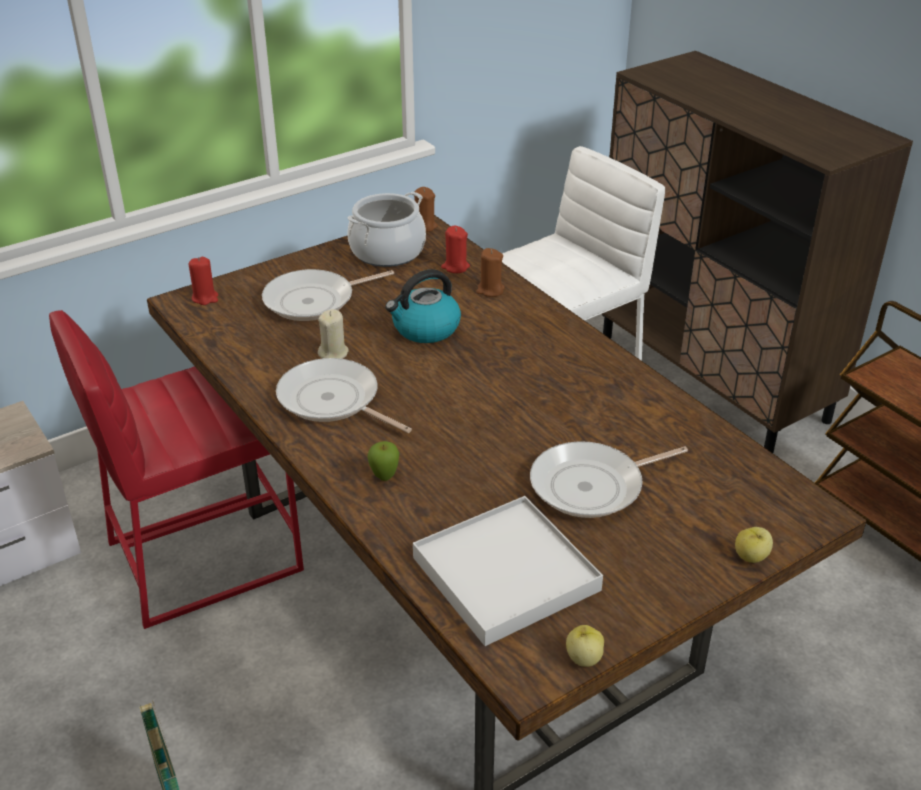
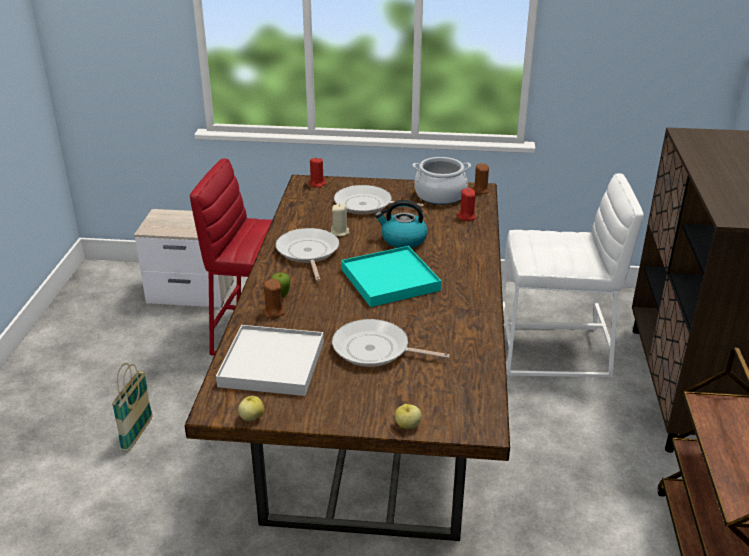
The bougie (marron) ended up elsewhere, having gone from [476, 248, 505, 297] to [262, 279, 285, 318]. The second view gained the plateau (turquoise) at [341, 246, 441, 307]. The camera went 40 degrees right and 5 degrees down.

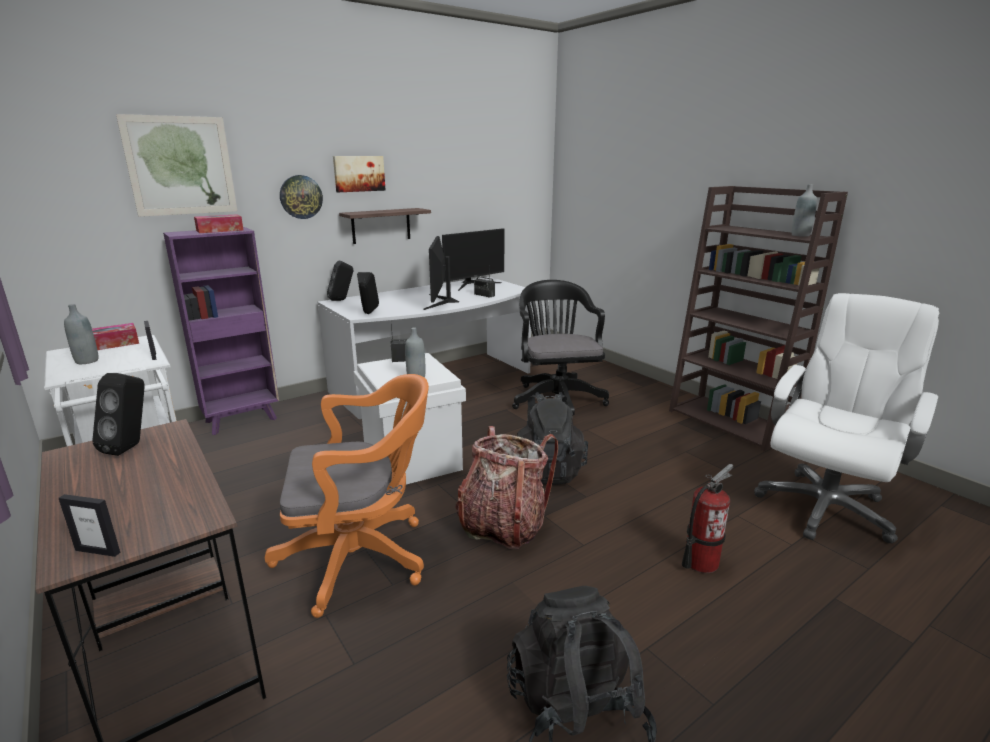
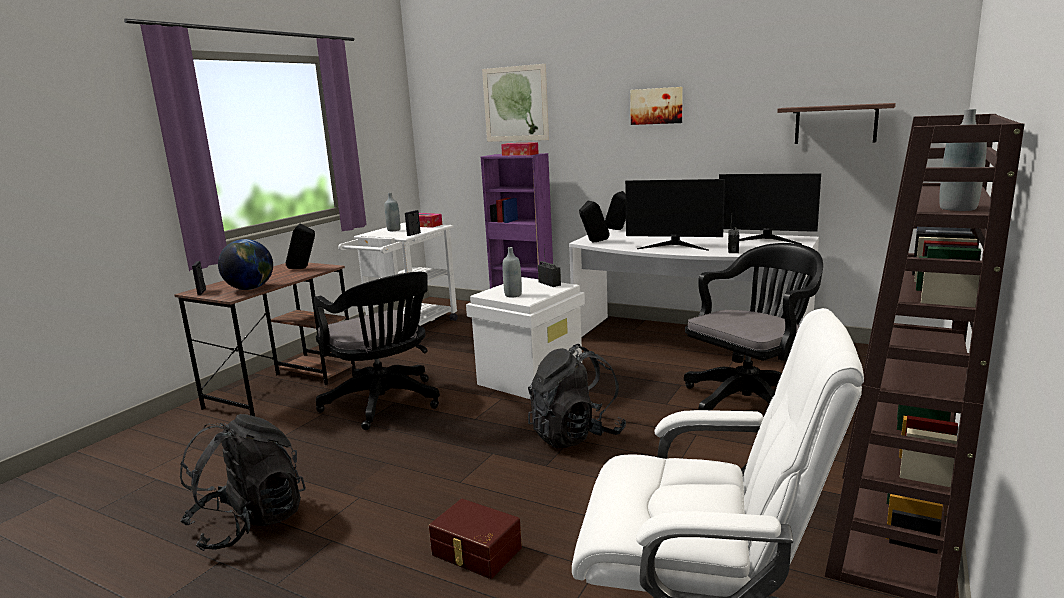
What was the chaise de bureau (orange) at [265, 374, 429, 618] turned into the chaise de bureau (noir) at [314, 272, 440, 430]. The second view lost the horloge murale at [280, 175, 323, 219]. The étagère ended up elsewhere, having gone from [339, 208, 431, 244] to [777, 103, 896, 144]. The écran d'ordinateur at [423, 236, 459, 310] ended up facing another way, 135 degrees counterclockwise from before. The second view lost the sac à dos at [455, 426, 558, 549]. Where the extincteur stood at [682, 464, 733, 573], the boîte de rangement (marron) came to stand at [429, 499, 522, 579]. The second view gained the globe at [218, 239, 273, 290]. The camera went 65 degrees right and 5 degrees down.

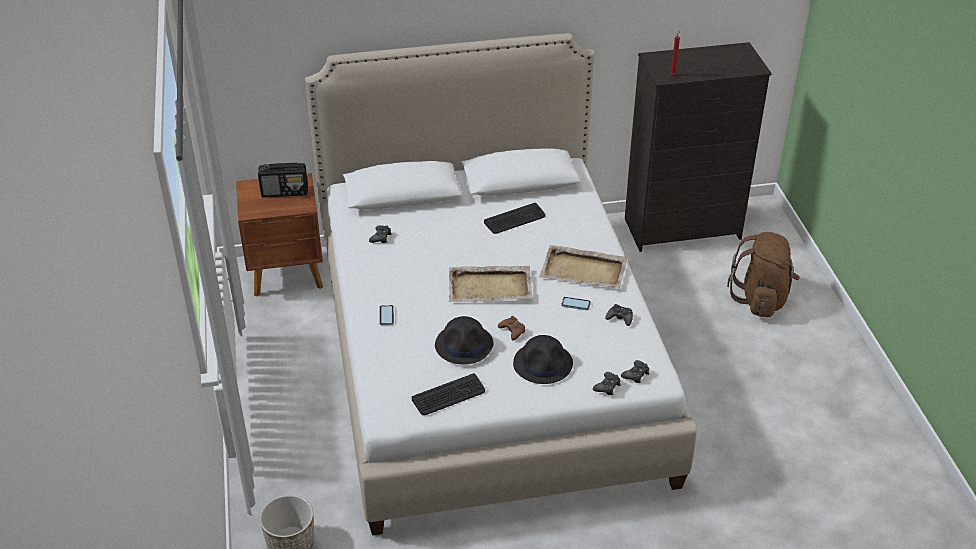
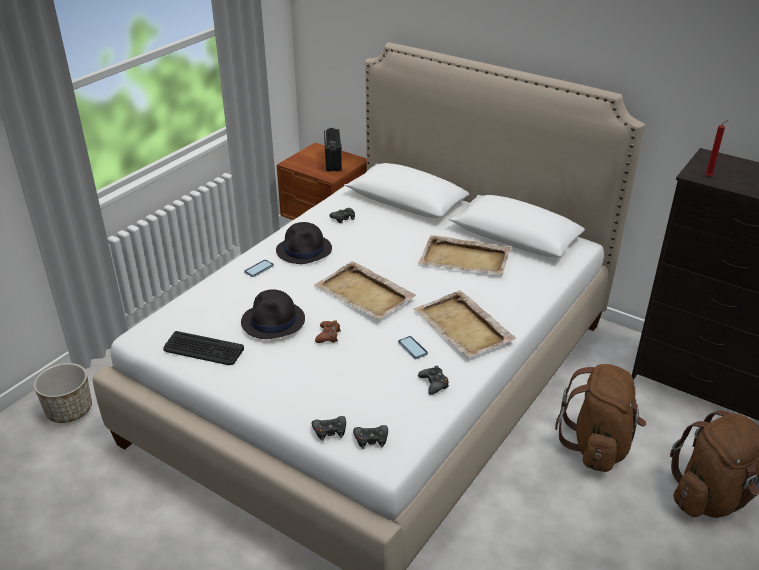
The radio at [258, 162, 308, 198] ended up facing another way, 135 degrees counterclockwise from before. Where the clavier stood at [484, 203, 545, 234], the plateau (beige) came to stand at [418, 235, 511, 275]. The chapeau (noir) ended up elsewhere, having gone from [513, 335, 573, 384] to [276, 222, 332, 264]. The second view gained the sac à dos (marron) at [555, 364, 646, 472]. The camera went 45 degrees right and 5 degrees down.

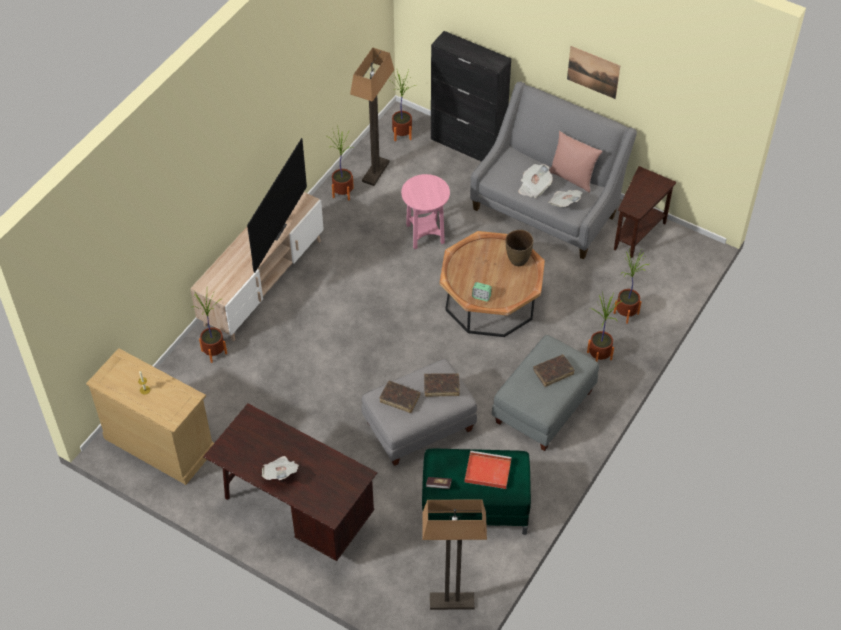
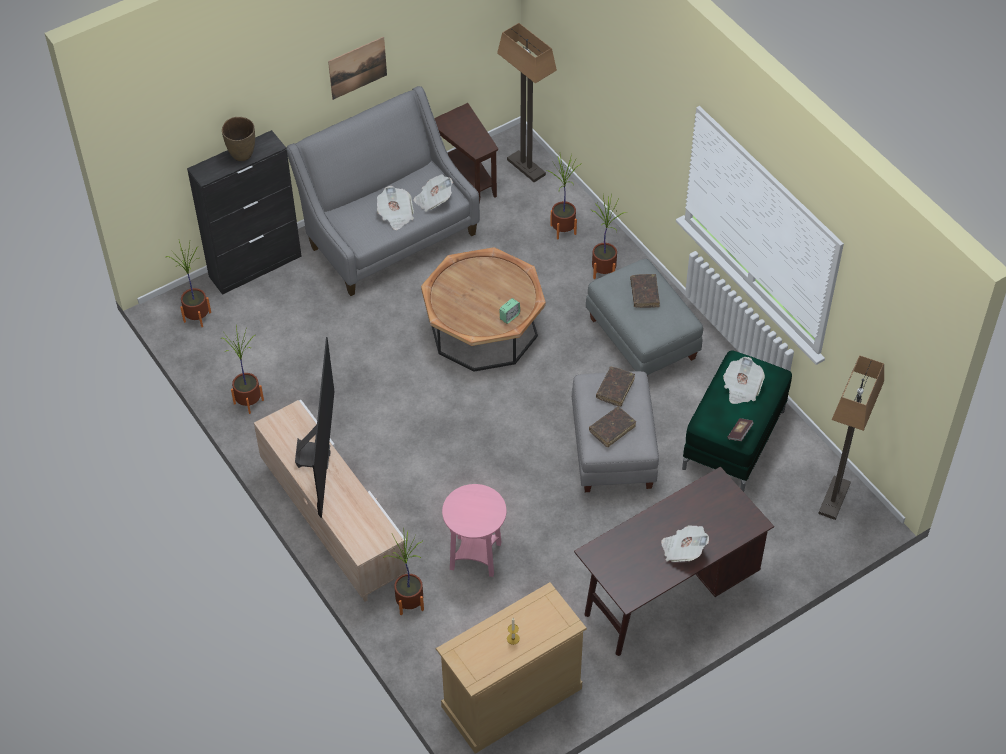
The téléviseur at [247, 138, 307, 273] ended up facing another way, 45 degrees clockwise from before. The lampadaire ended up elsewhere, having gone from [350, 48, 394, 186] to [497, 23, 557, 182]. The table d'appoint (rose) ended up elsewhere, having gone from [401, 174, 450, 249] to [442, 484, 506, 577]. Where the plateau (rouge) stood at [465, 451, 511, 489], the journal came to stand at [723, 357, 765, 404]. The vase (marron) ended up elsewhere, having gone from [505, 230, 533, 266] to [222, 117, 255, 161]. The second view lost the coussin (rose) at [549, 131, 602, 193]. The camera went 65 degrees left and 0 degrees up.

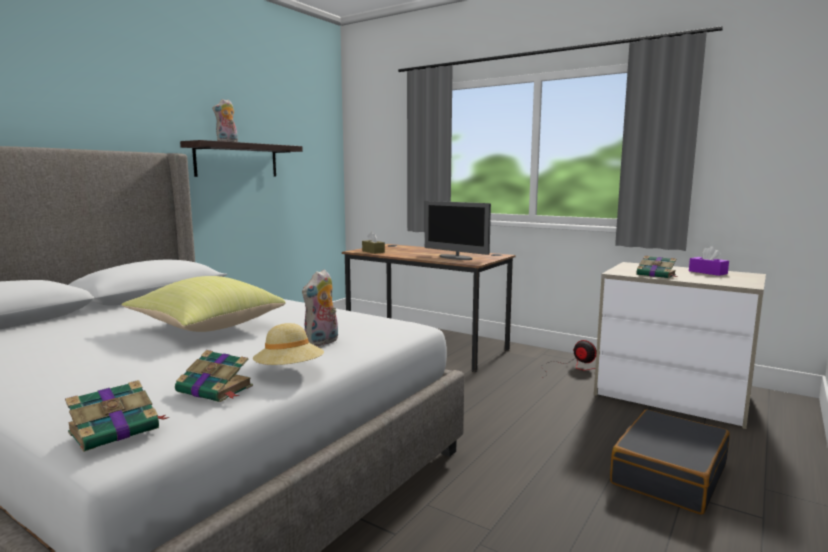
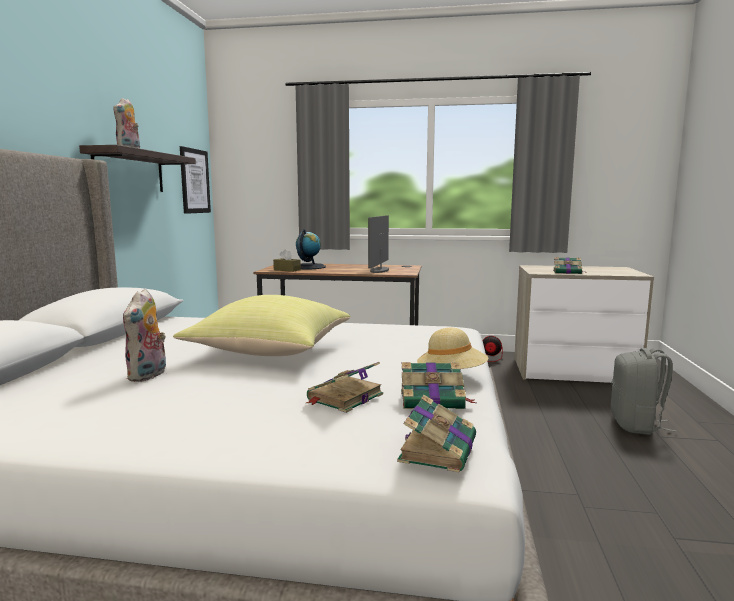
The peluche ended up elsewhere, having gone from [302, 269, 338, 346] to [123, 289, 166, 382]. The écran d'ordinateur at [425, 201, 491, 260] ended up facing another way, 90 degrees clockwise from before. Where the valise (noir) stood at [610, 409, 730, 515], the sac à dos (gris) came to stand at [611, 348, 676, 435]. The second view lost the boîte à mouchoirs (violet) at [689, 246, 729, 276]. The second view gained the tableau at [180, 146, 211, 214]. The second view gained the globe at [296, 229, 326, 269]. The second view gained the livre at [306, 362, 383, 413]. The camera went 25 degrees left and 0 degrees up.

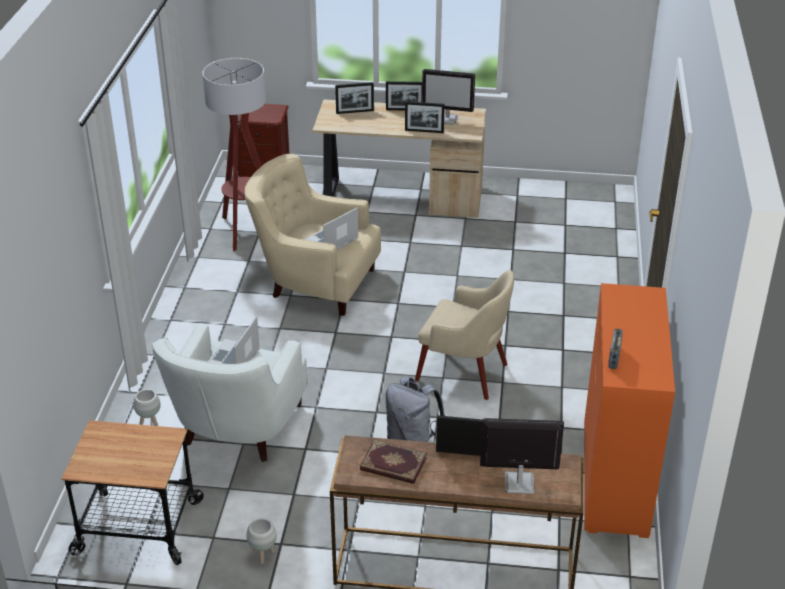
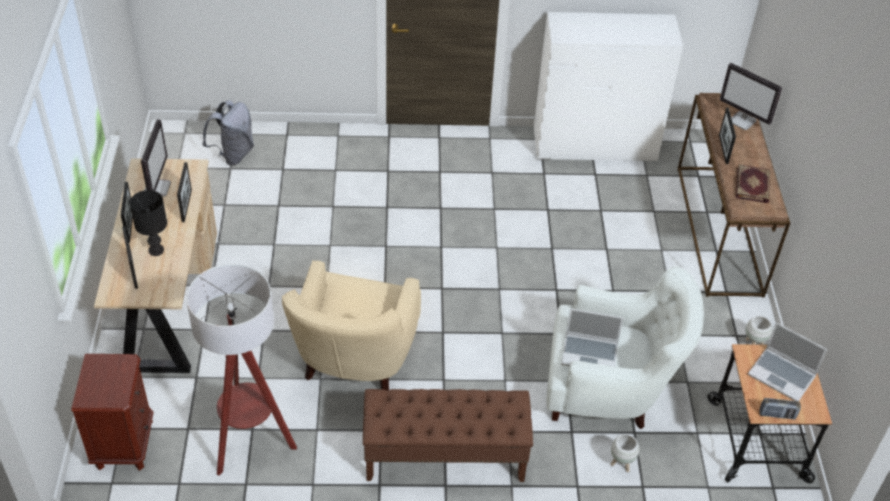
The ordinateur portable ended up elsewhere, having gone from [304, 207, 359, 250] to [748, 322, 827, 401]. The sac à dos (gris) ended up elsewhere, having gone from [385, 377, 445, 442] to [202, 100, 254, 165]. The second view lost the fauteuil (beige) at [415, 270, 514, 400]. The écran d'ordinateur at [480, 418, 564, 494] ended up facing another way, 45 degrees counterclockwise from before. What was the commode (orange) at [584, 283, 675, 538] turned into the commode (blanc) at [534, 12, 683, 161]. The radio ended up elsewhere, having gone from [608, 329, 623, 369] to [759, 398, 801, 419]. The second view gained the lampe de table (noir) at [130, 190, 167, 256]. The second view gained the banc (marron) at [363, 389, 533, 482]. The camera went 100 degrees left and 10 degrees up.

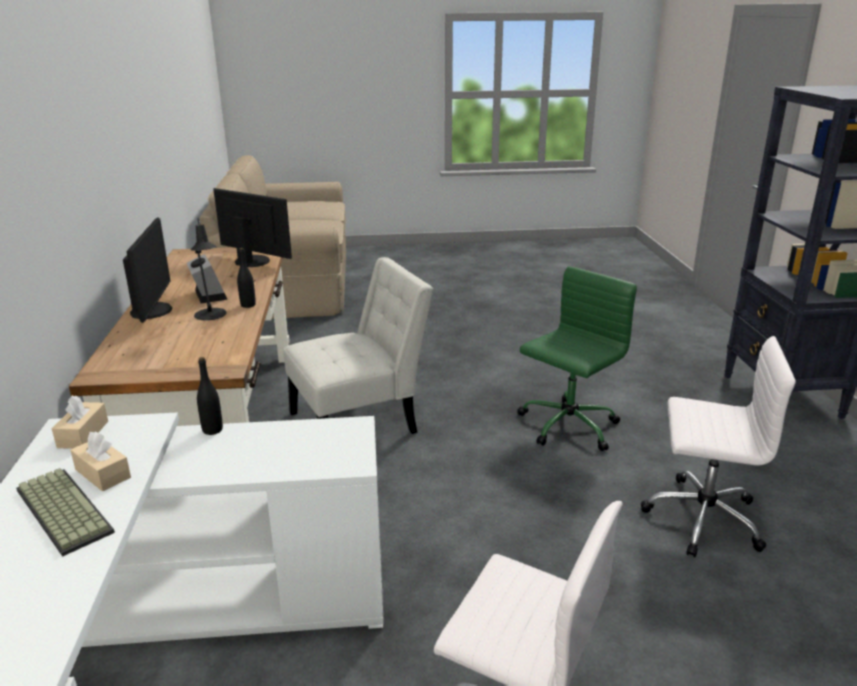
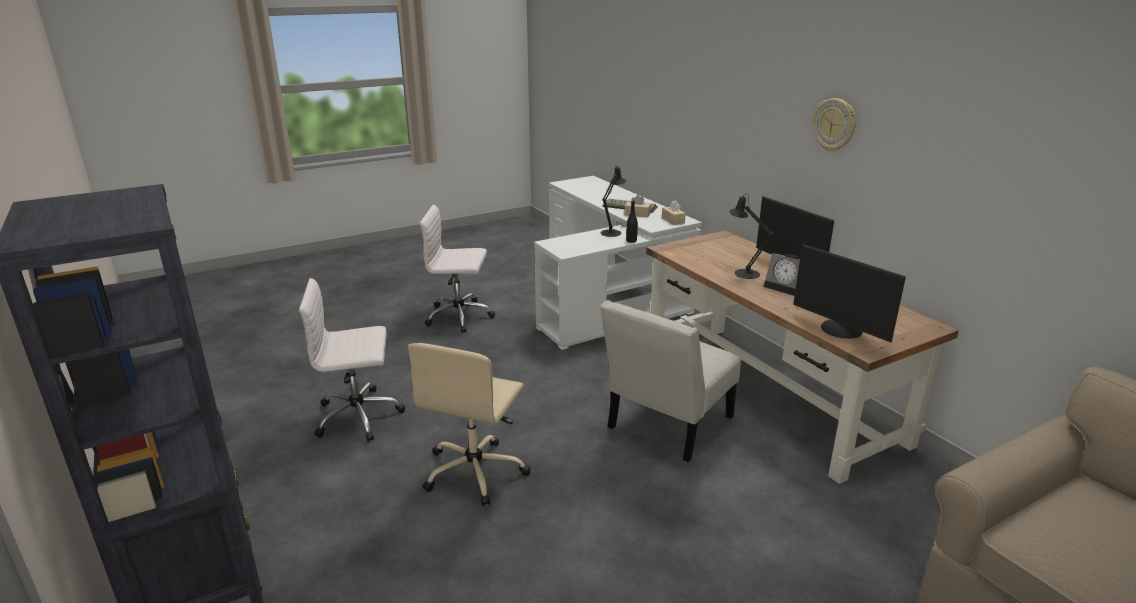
The écran d'ordinateur at [213, 188, 292, 267] ended up facing another way, 45 degrees clockwise from before. The second view lost the bouteille (noir) at [237, 248, 256, 308]. What was the chaise de bureau (vert) at [517, 267, 637, 451] turned into the chaise de bureau (beige) at [408, 343, 531, 506]. The second view gained the lampe de table (noir) at [600, 164, 626, 237]. The second view gained the horloge murale at [813, 98, 856, 152]. The camera went 155 degrees right and 0 degrees up.

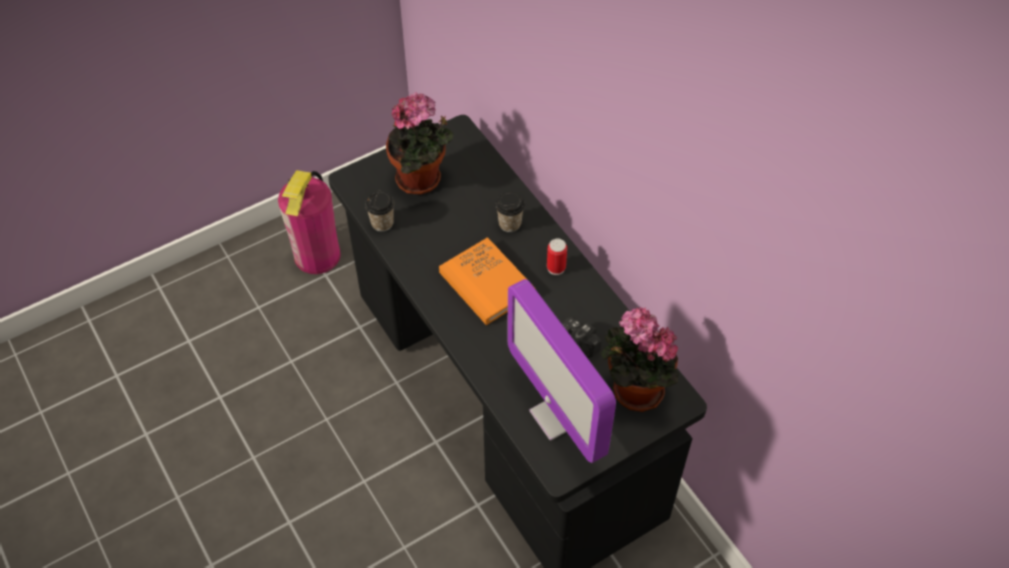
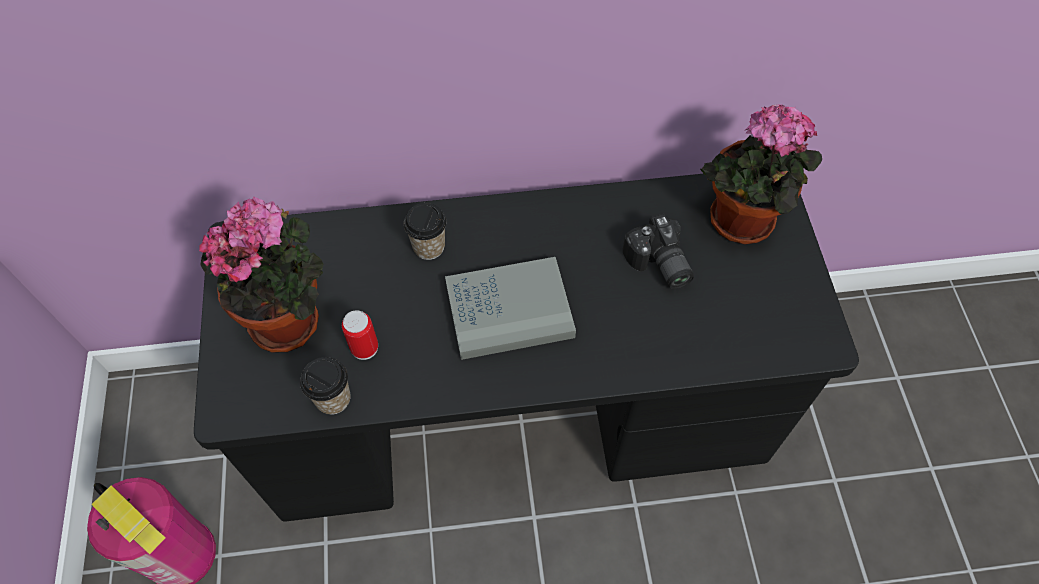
What was the livre (orange) at [439, 237, 536, 325] turned into the livre (gris) at [445, 257, 576, 360]. The second view lost the écran d'ordinateur at [508, 279, 616, 463]. The boîte métallique ended up elsewhere, having gone from [547, 238, 567, 275] to [342, 310, 378, 360]. The camera went 65 degrees left and 5 degrees up.

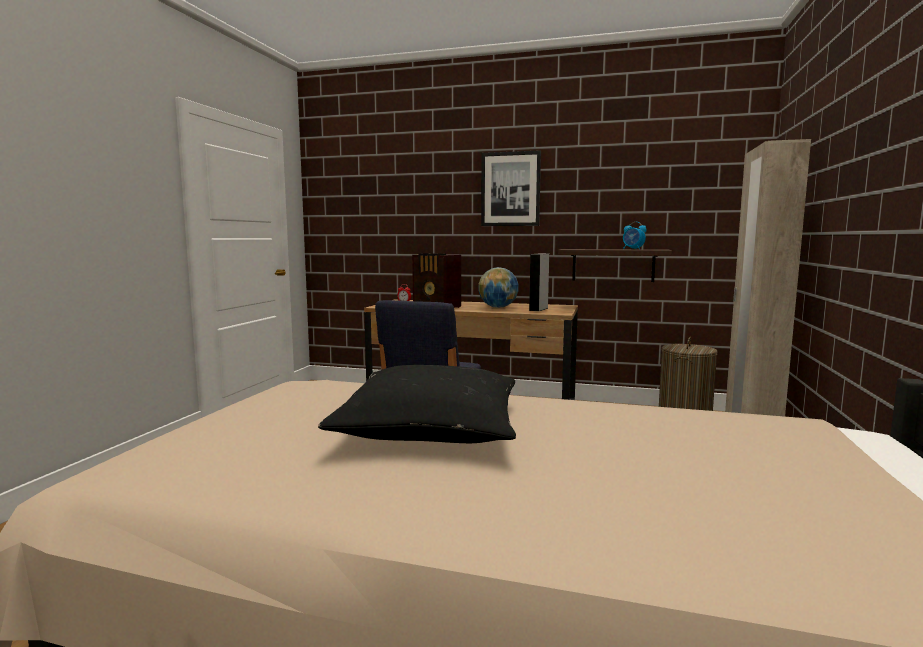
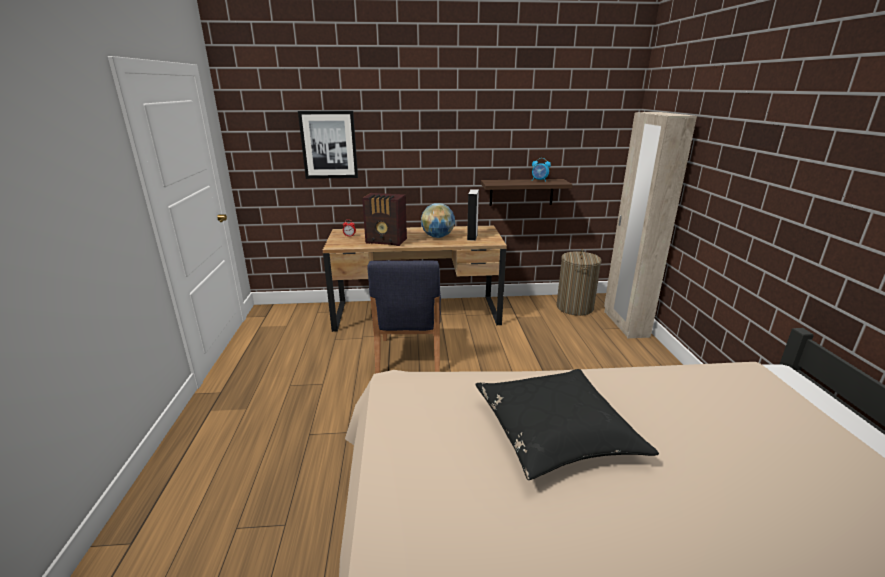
The tableau ended up elsewhere, having gone from [481, 150, 541, 226] to [298, 111, 358, 179]. The camera went 20 degrees left and 15 degrees up.

